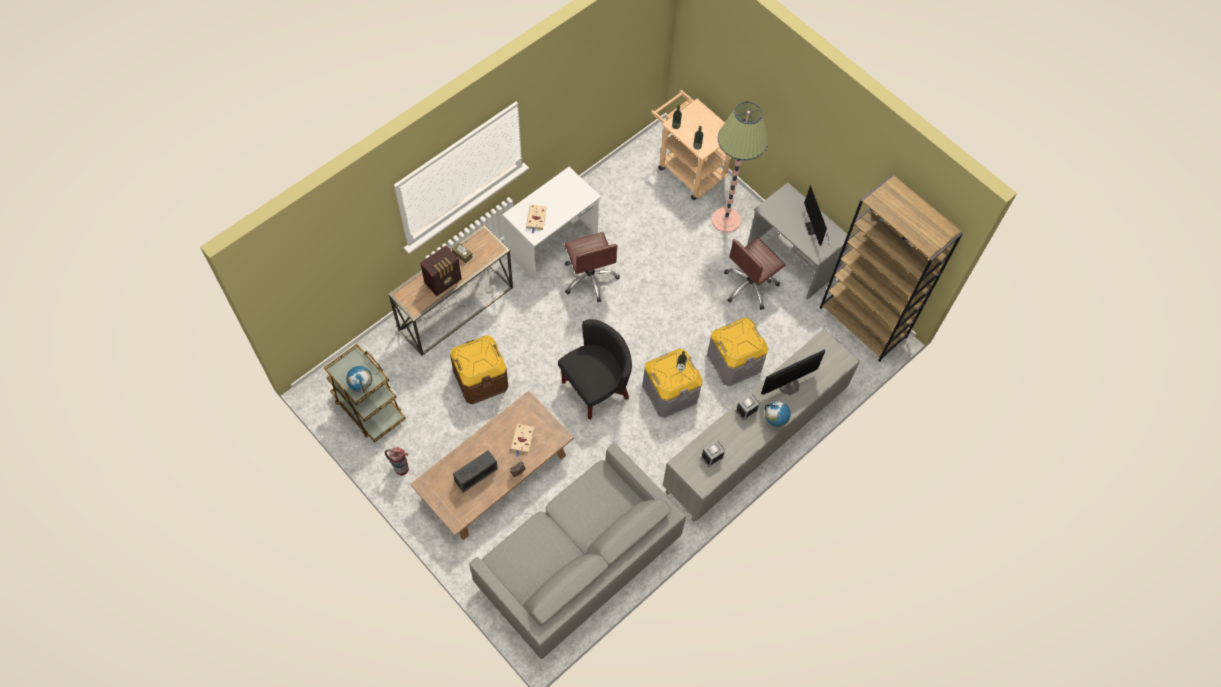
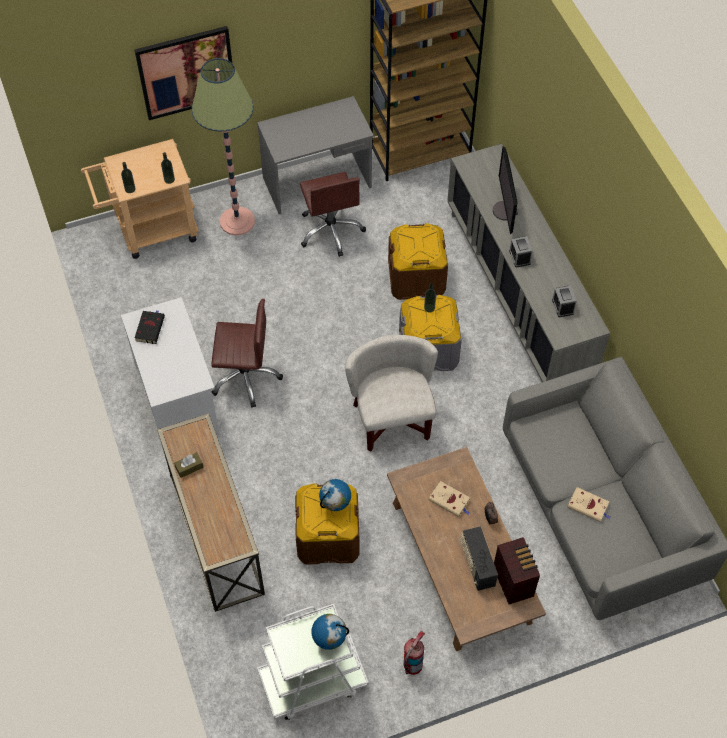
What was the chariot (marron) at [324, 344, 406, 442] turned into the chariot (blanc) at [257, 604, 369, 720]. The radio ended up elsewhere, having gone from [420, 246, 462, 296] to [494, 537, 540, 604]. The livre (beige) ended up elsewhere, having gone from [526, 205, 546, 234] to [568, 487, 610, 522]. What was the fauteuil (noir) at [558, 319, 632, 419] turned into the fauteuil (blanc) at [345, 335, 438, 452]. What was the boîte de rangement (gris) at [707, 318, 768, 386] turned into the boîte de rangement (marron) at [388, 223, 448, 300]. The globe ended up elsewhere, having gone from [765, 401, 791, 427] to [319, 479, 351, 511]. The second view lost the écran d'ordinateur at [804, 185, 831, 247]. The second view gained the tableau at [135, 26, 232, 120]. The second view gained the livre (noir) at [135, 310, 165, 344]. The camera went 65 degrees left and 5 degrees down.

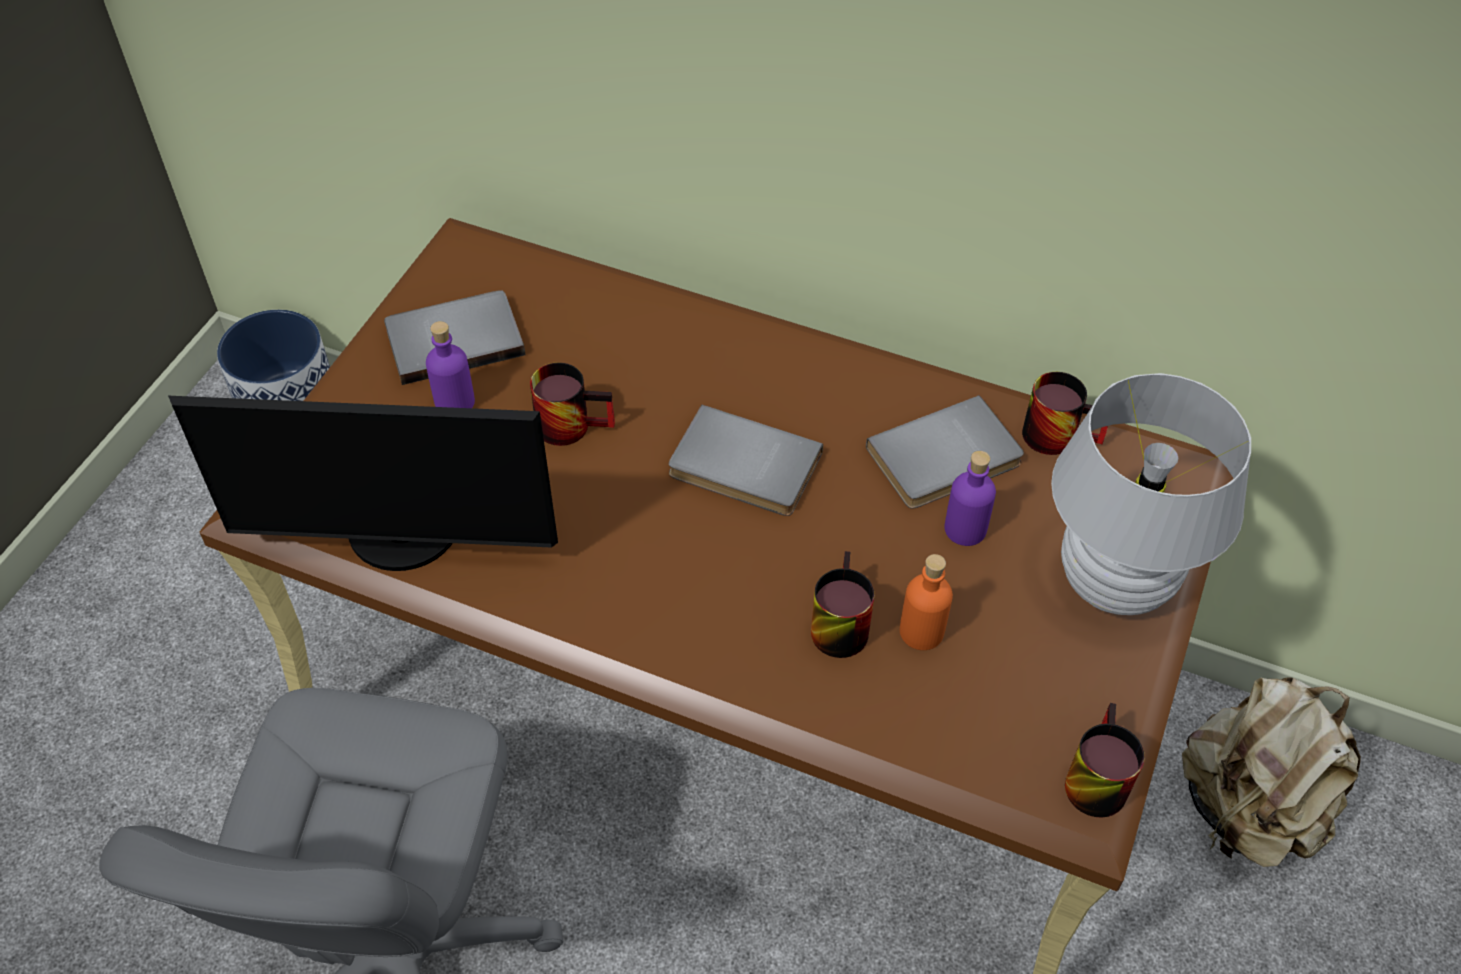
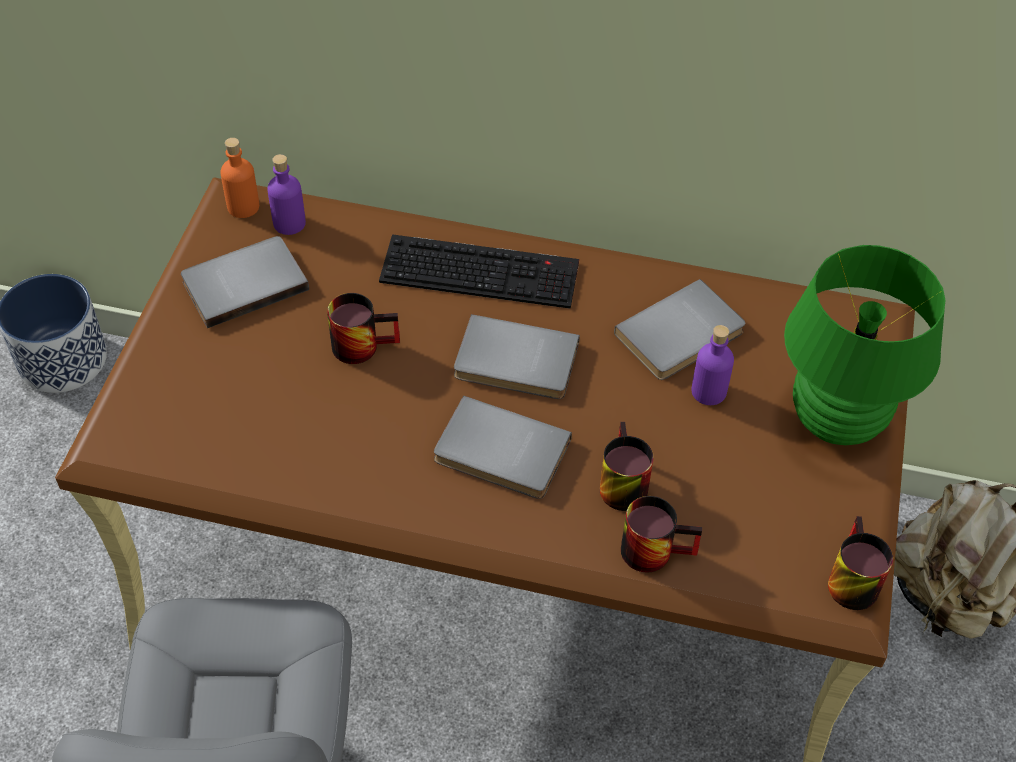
The second view lost the écran d'ordinateur at [168, 396, 558, 571]. The bouteille (violet) ended up elsewhere, having gone from [426, 321, 475, 408] to [267, 154, 306, 235]. The bouteille (orange) ended up elsewhere, having gone from [900, 554, 953, 650] to [220, 138, 259, 218]. The mug ended up elsewhere, having gone from [1022, 372, 1108, 455] to [621, 496, 702, 572]. What was the lampe de table (blanc) at [1051, 373, 1251, 615] turned into the lampe de table (vert) at [784, 245, 945, 445]. The second view gained the clavier at [379, 234, 579, 309]. The second view gained the livre (gris) at [434, 396, 572, 499]. The camera went 10 degrees left and 0 degrees up.

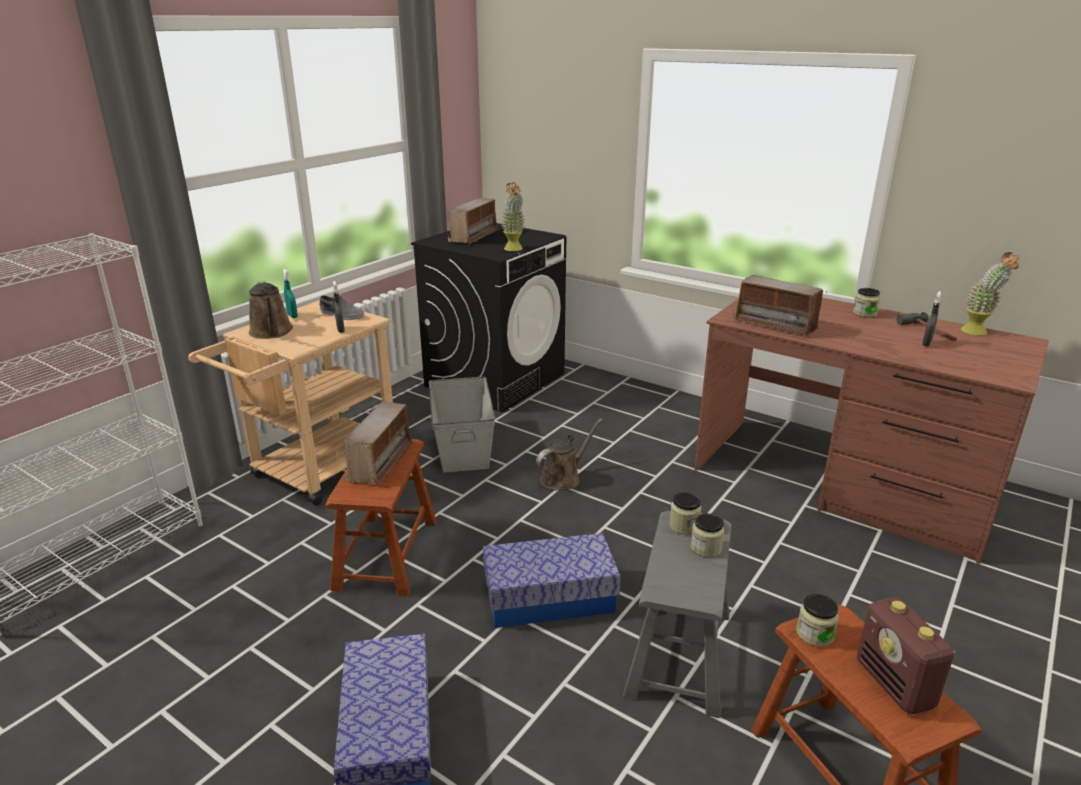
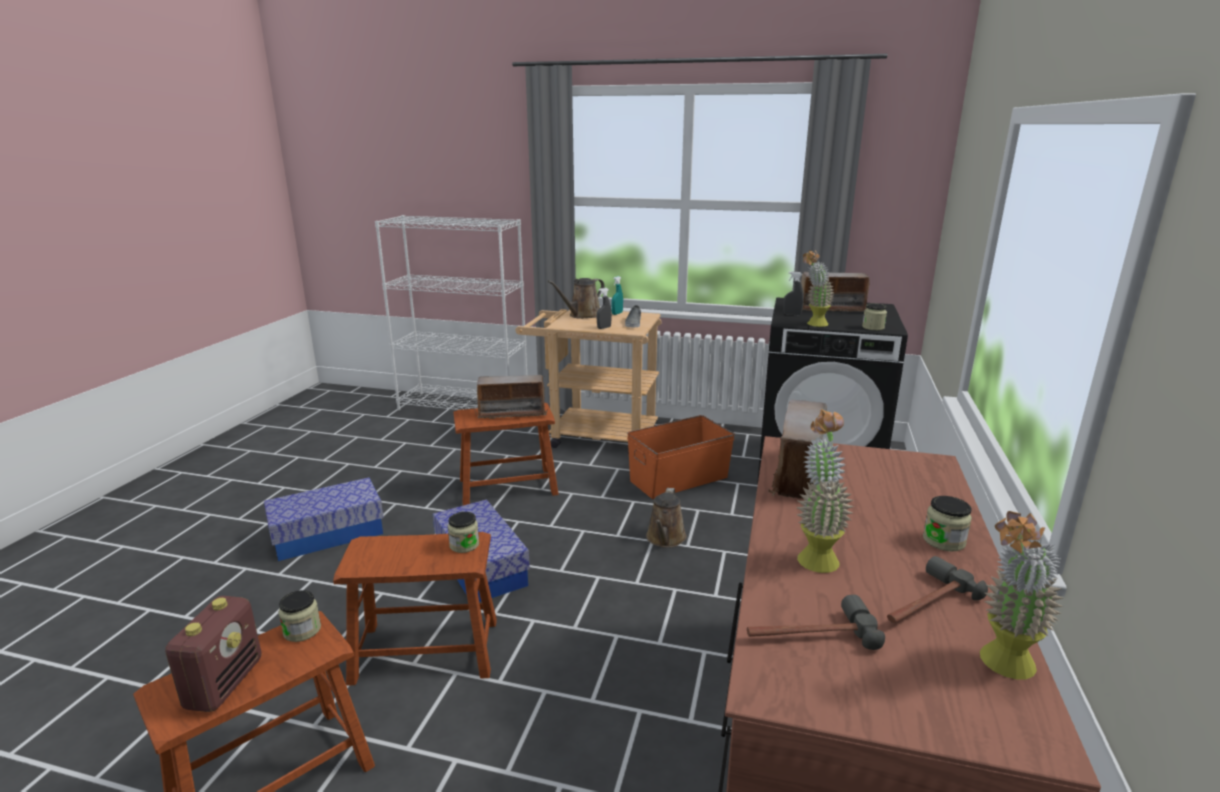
What was the boîte de rangement (gris) at [429, 377, 495, 473] turned into the boîte de rangement (orange) at [627, 415, 735, 499]. The arrosoir (marron) at [536, 419, 602, 490] ended up facing another way, 75 degrees clockwise from before. What was the tabouret (gris) at [623, 511, 732, 718] turned into the tabouret (marron) at [333, 532, 497, 686]. The bocal ended up elsewhere, having gone from [691, 513, 725, 557] to [862, 304, 887, 330]. The radio at [857, 597, 956, 714] ended up facing another way, 135 degrees clockwise from before. The vaporisateur (gris) ended up elsewhere, having gone from [922, 291, 941, 346] to [783, 271, 804, 316]. The second view gained the marteau at [747, 594, 885, 650]. The second view gained the plante en pot at [796, 409, 854, 573]. The camera went 70 degrees right and 5 degrees down.

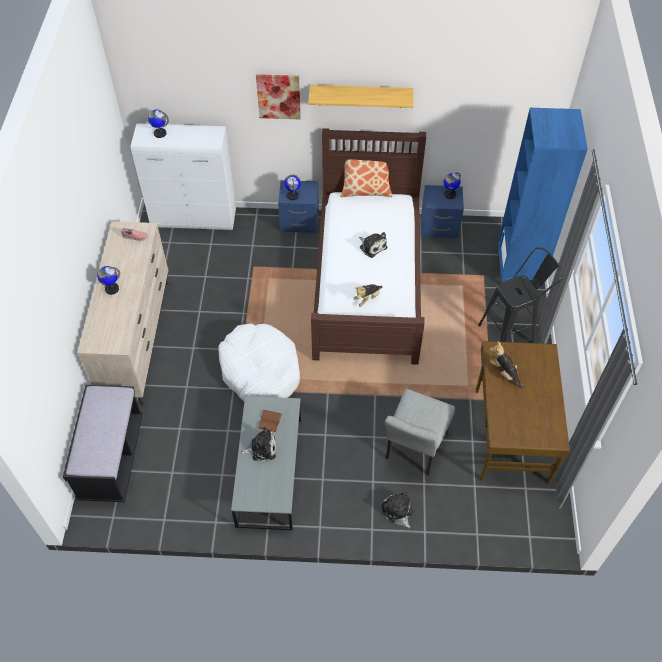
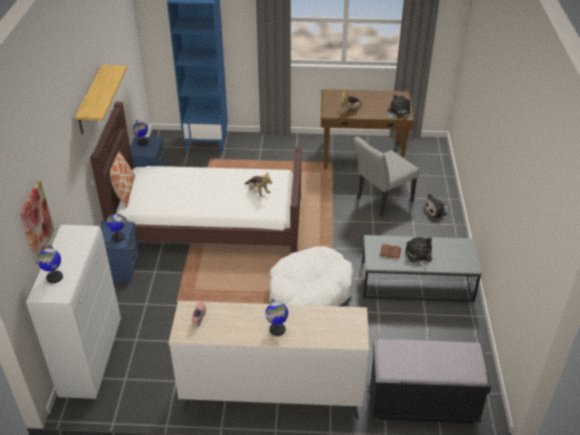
The tableau ended up elsewhere, having gone from [256, 74, 301, 119] to [20, 181, 54, 264]. The peluche ended up elsewhere, having gone from [359, 232, 387, 258] to [387, 94, 411, 119]. The chaise (gris) at [385, 389, 455, 475] ended up facing another way, 120 degrees clockwise from before. The second view lost the tabouret (noir) at [478, 247, 562, 343]. The camera went 90 degrees left and 15 degrees down.

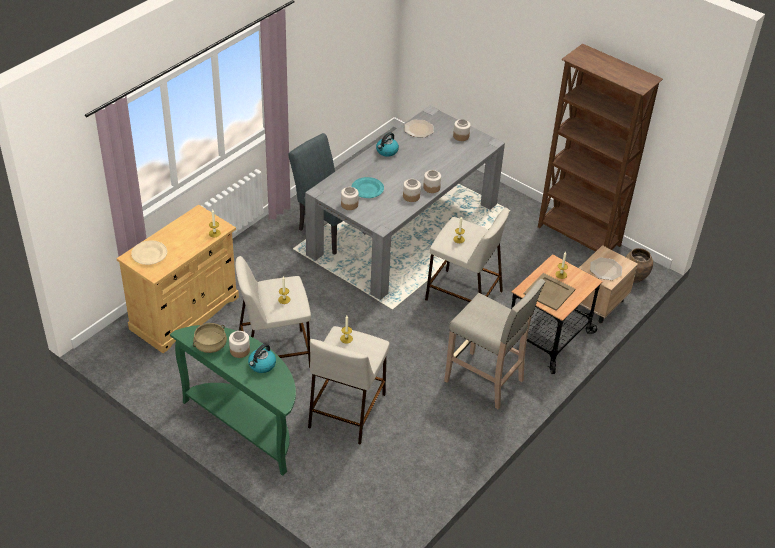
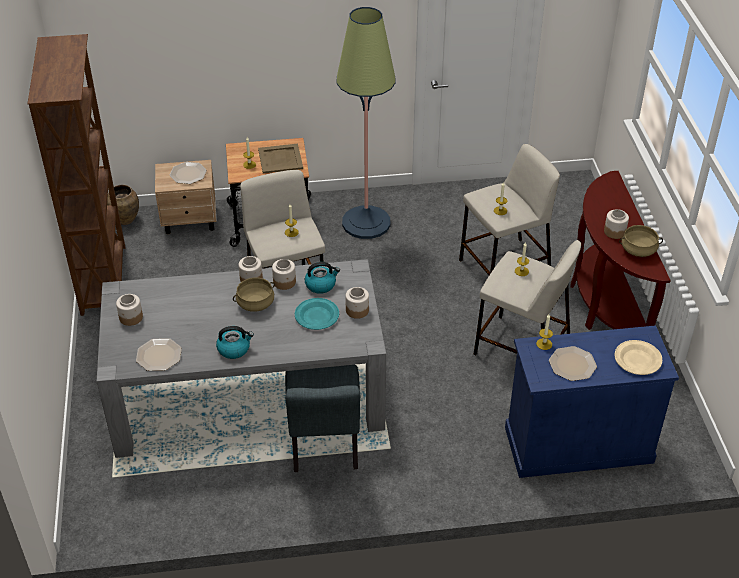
What was the meuble de rangement (beige) at [116, 205, 239, 353] turned into the meuble de rangement (bleu) at [505, 325, 679, 478]. What was the table console (vert) at [170, 325, 296, 476] turned into the table console (marron) at [571, 171, 671, 330]. The bouilloire ended up elsewhere, having gone from [248, 344, 276, 373] to [305, 262, 340, 294]. Where the tabouret (beige) stood at [444, 279, 545, 410], the lampadaire came to stand at [336, 7, 396, 239]. The second view gained the marmite (beige) at [233, 277, 275, 312]. The second view gained the assiette at [549, 346, 597, 381]. The camera went 135 degrees left and 0 degrees up.

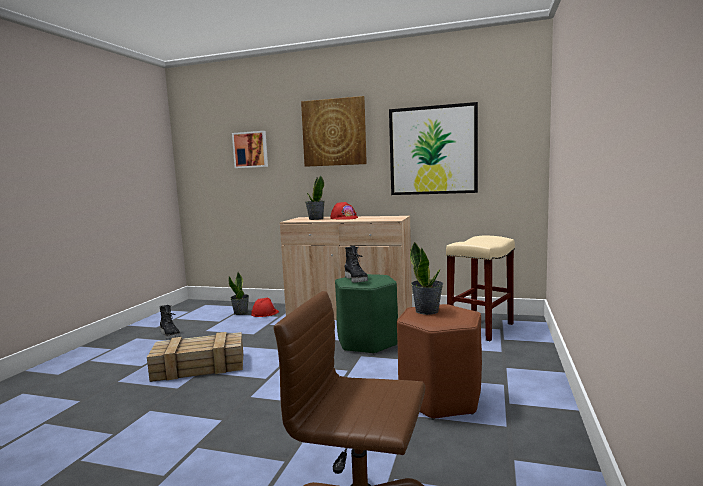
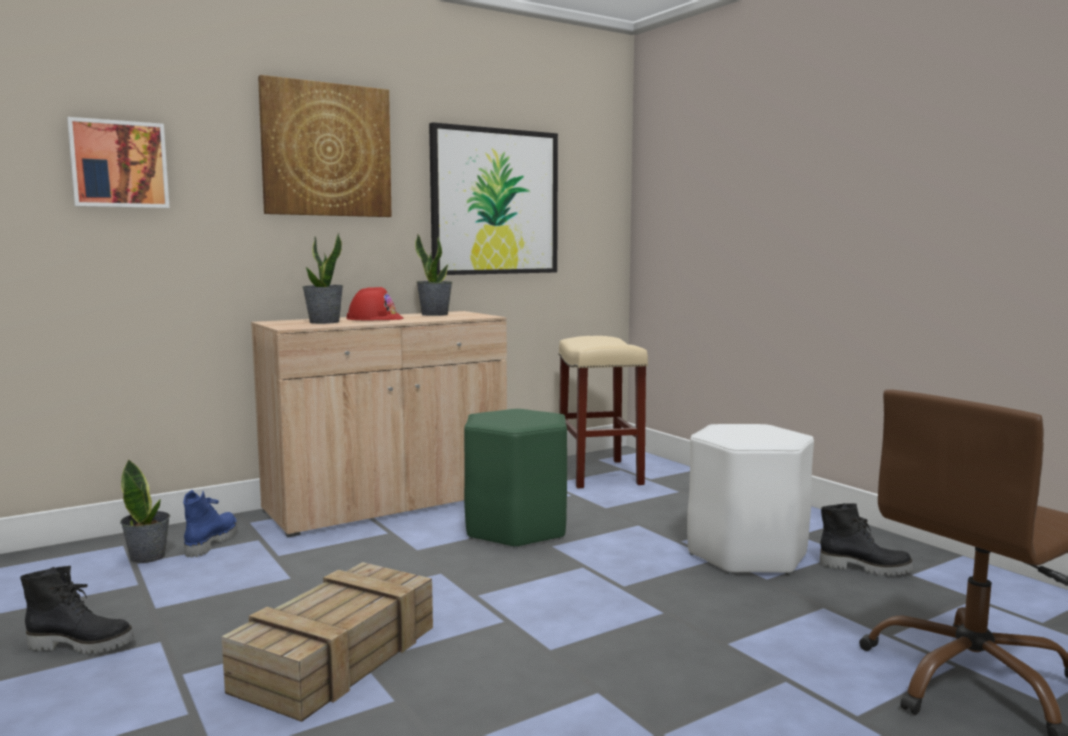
Where the casque de chantier (rouge) stood at [251, 298, 279, 317], the botte (bleu) came to stand at [183, 490, 237, 558]. The botte (noir) ended up elsewhere, having gone from [345, 246, 368, 283] to [820, 503, 914, 576]. What was the tabouret (marron) at [397, 304, 482, 420] turned into the tabouret (blanc) at [687, 424, 814, 575]. The plante en pot ended up elsewhere, having gone from [410, 242, 443, 315] to [415, 234, 453, 316]. The camera went 50 degrees left and 0 degrees up.

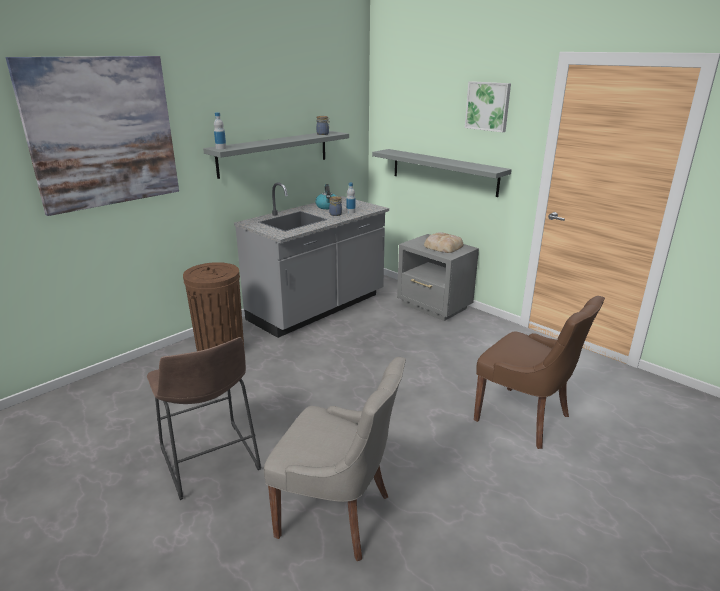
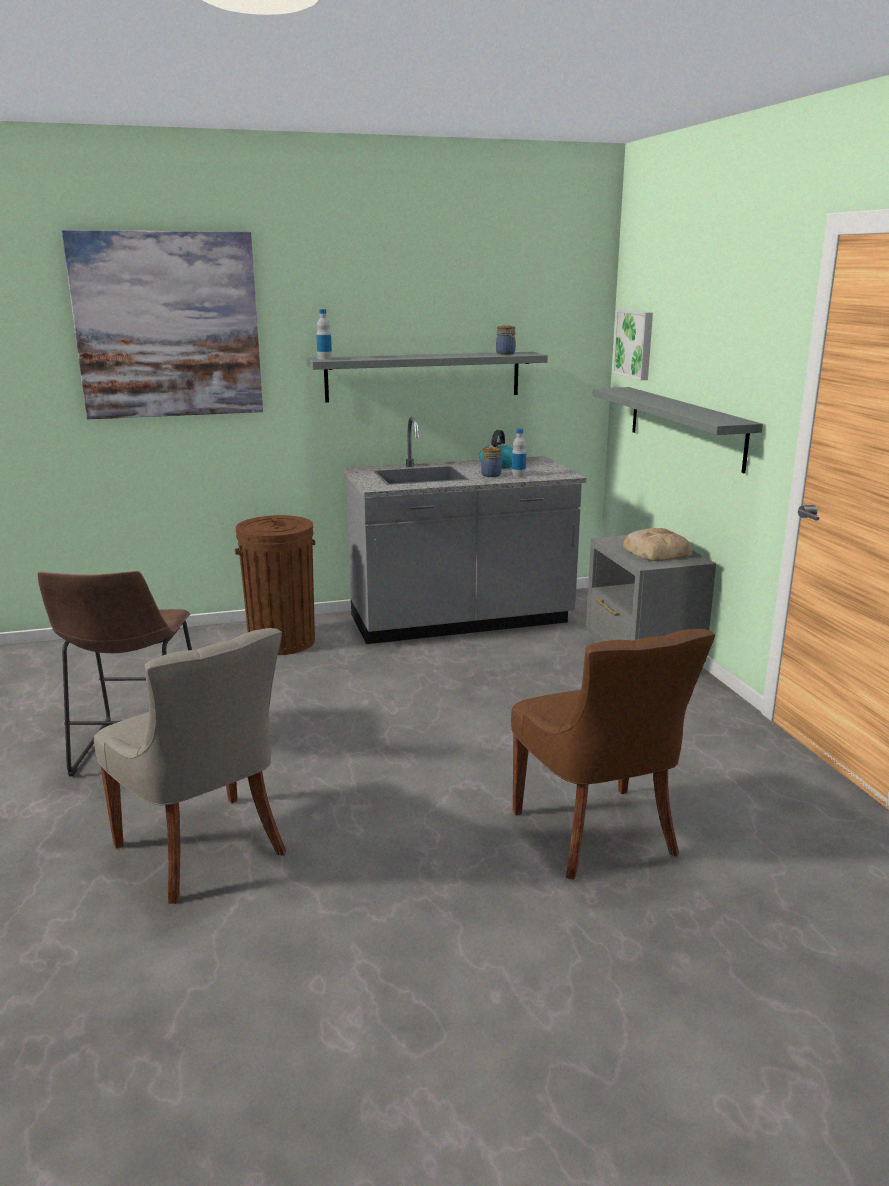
The tableau ended up elsewhere, having gone from [465, 81, 511, 132] to [613, 310, 653, 380]. The camera went 30 degrees right and 5 degrees down.

